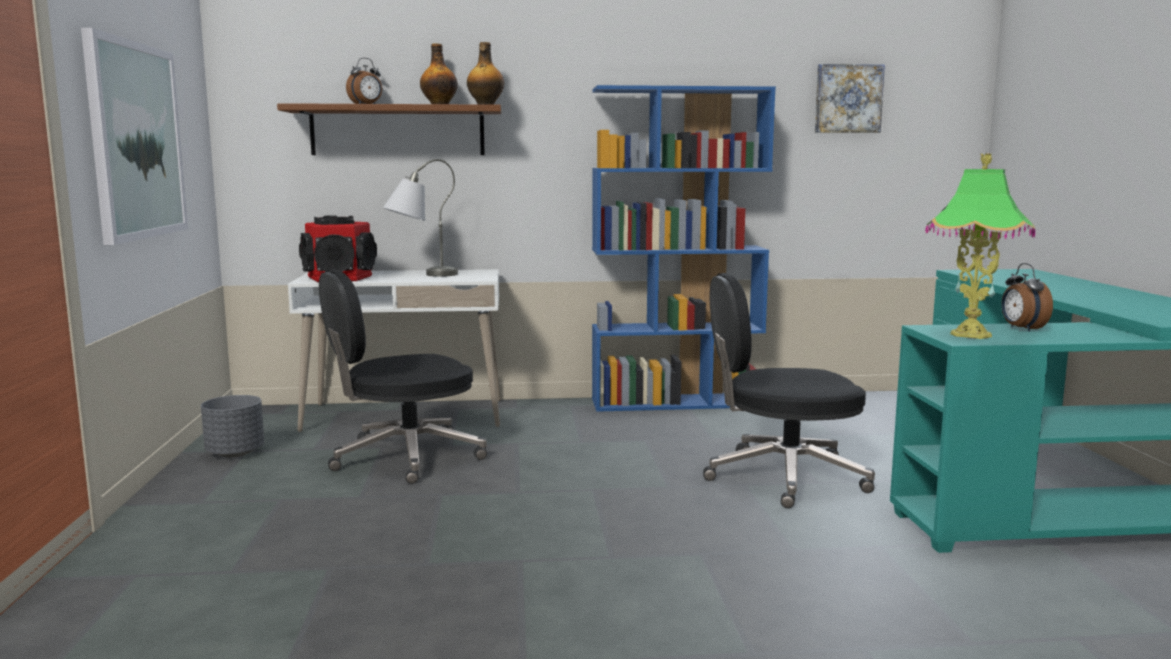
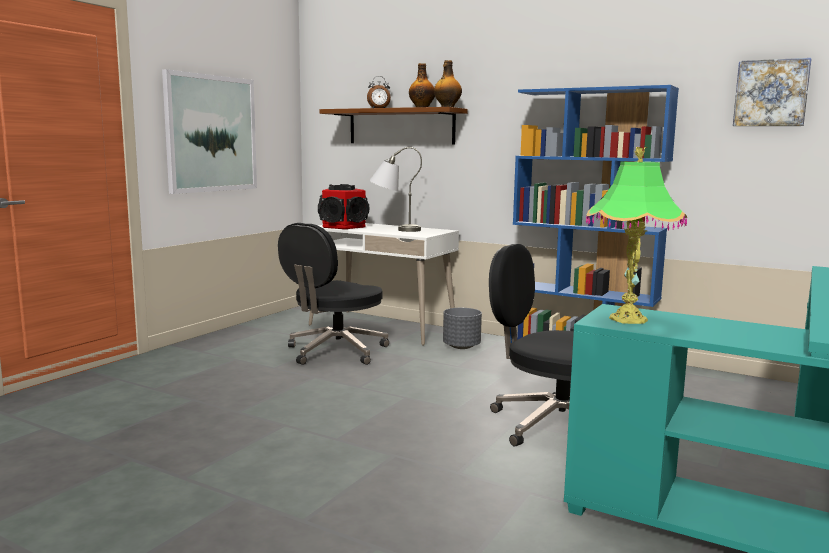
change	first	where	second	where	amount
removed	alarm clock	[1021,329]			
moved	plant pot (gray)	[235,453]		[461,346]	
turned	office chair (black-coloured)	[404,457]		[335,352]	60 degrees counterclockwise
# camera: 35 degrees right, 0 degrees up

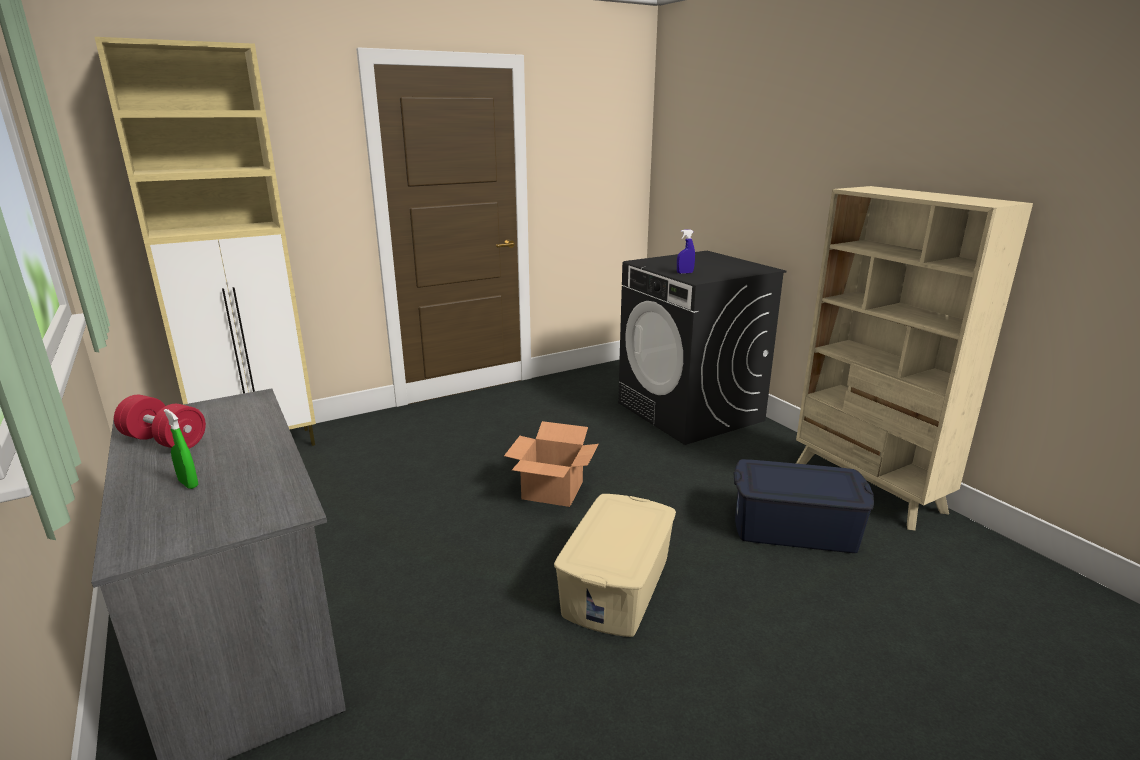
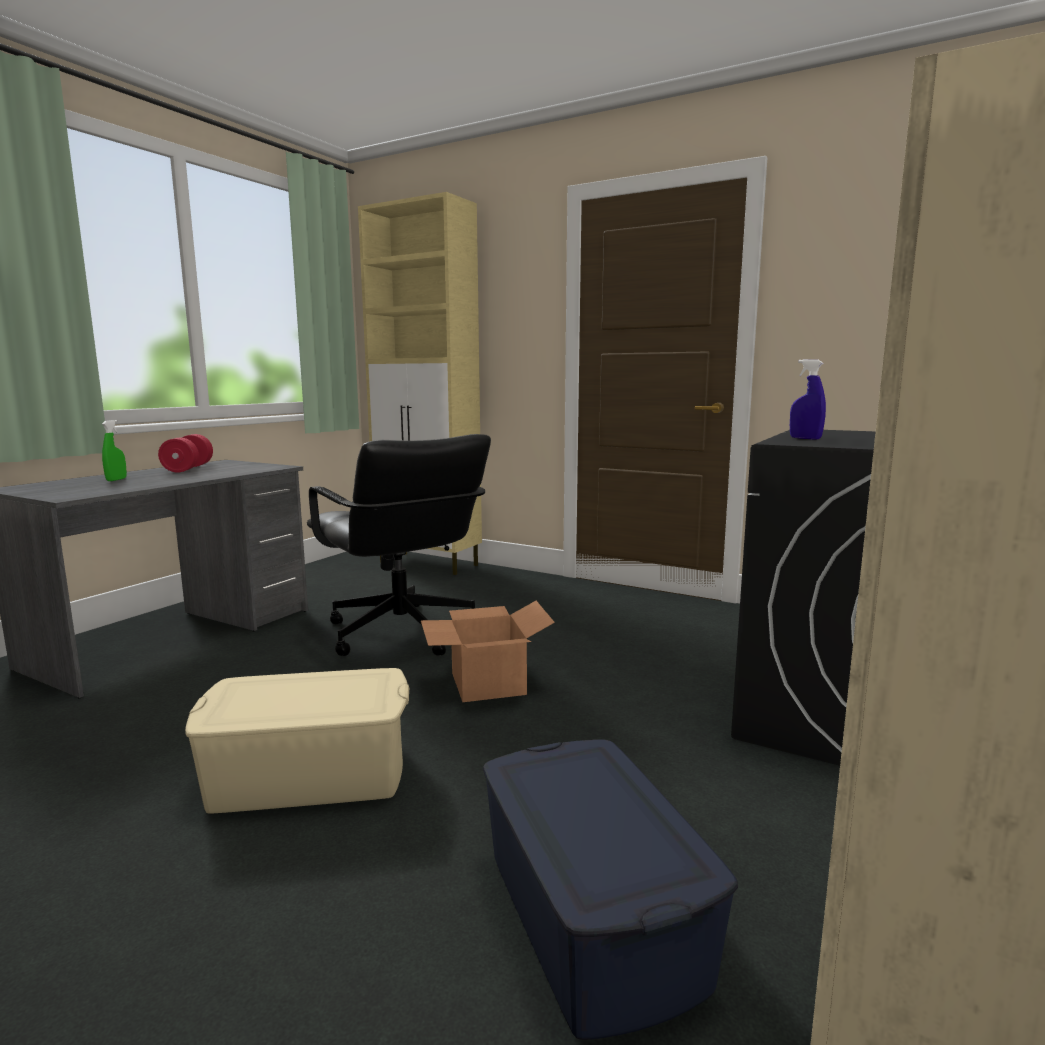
change	first	where	second	where	amount
added			office chair (black-coloured)	[401,633]	
# camera: 60 degrees right, 10 degrees down

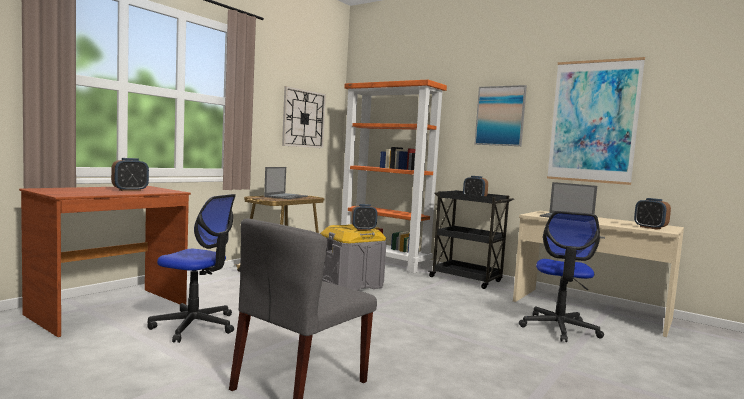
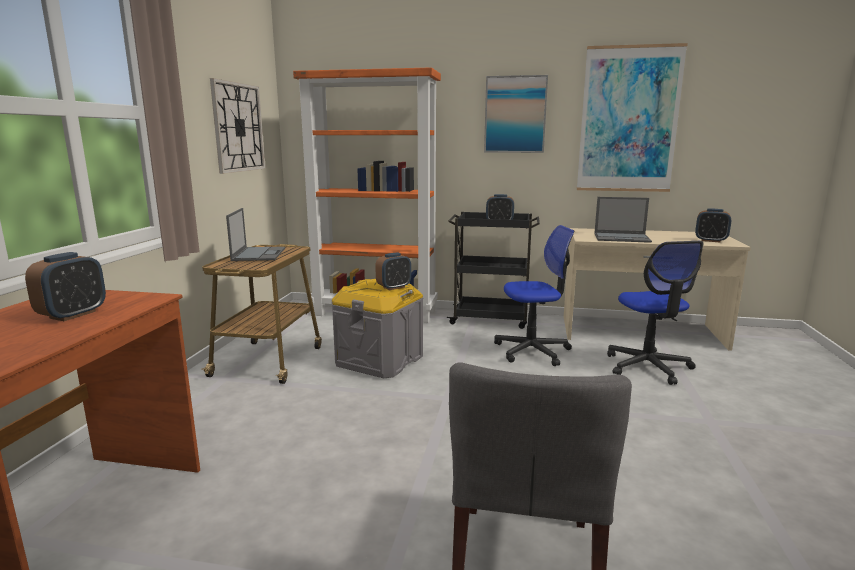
change	first	where	second	where	amount
moved	office chair	[195,326]		[532,351]	
# camera: 25 degrees left, 10 degrees up

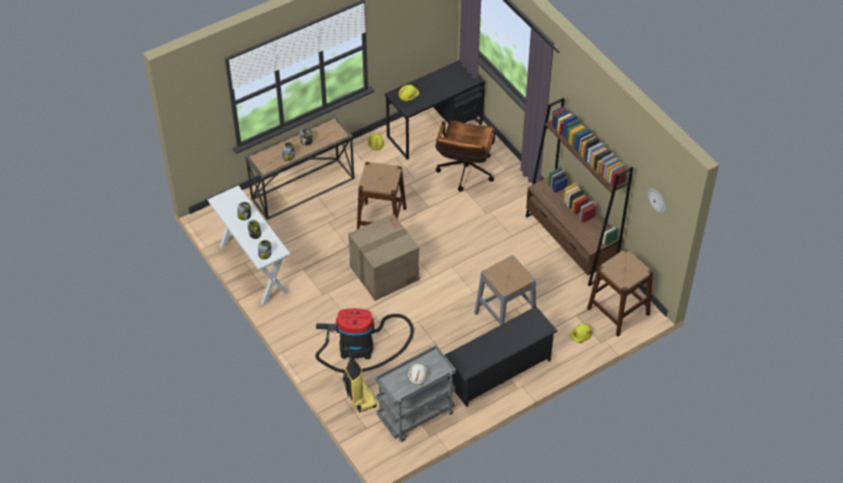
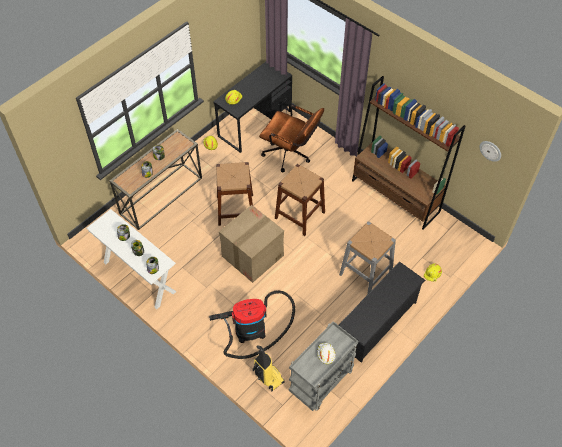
change	first	where	second	where	amount
moved	sitting stool (brownish)	[618,311]		[299,215]	
turned	office chair (brownish)	[464,174]		[291,155]	60 degrees counterclockwise
# camera: 15 degrees left, 5 degrees up

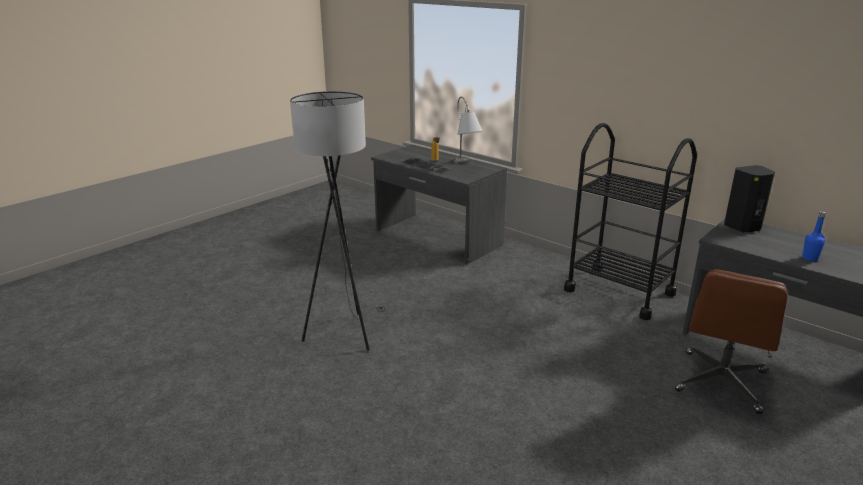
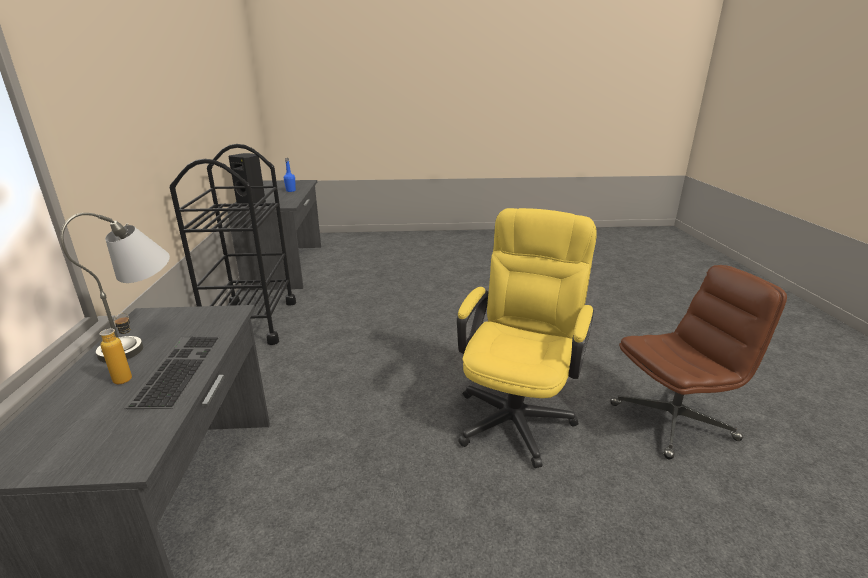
change	first	where	second	where	amount
moved	office chair (brownish)	[720,382]		[673,421]	
replaced	standard lamp (gray)	[344,331]	office chair (yellow-coloured)	[517,413]	
# camera: 135 degrees left, 0 degrees up

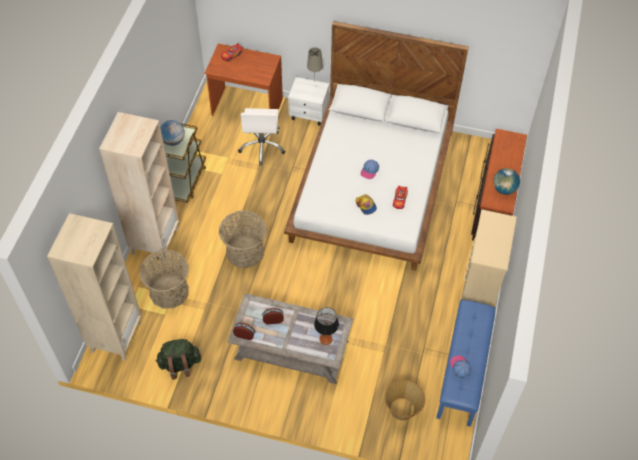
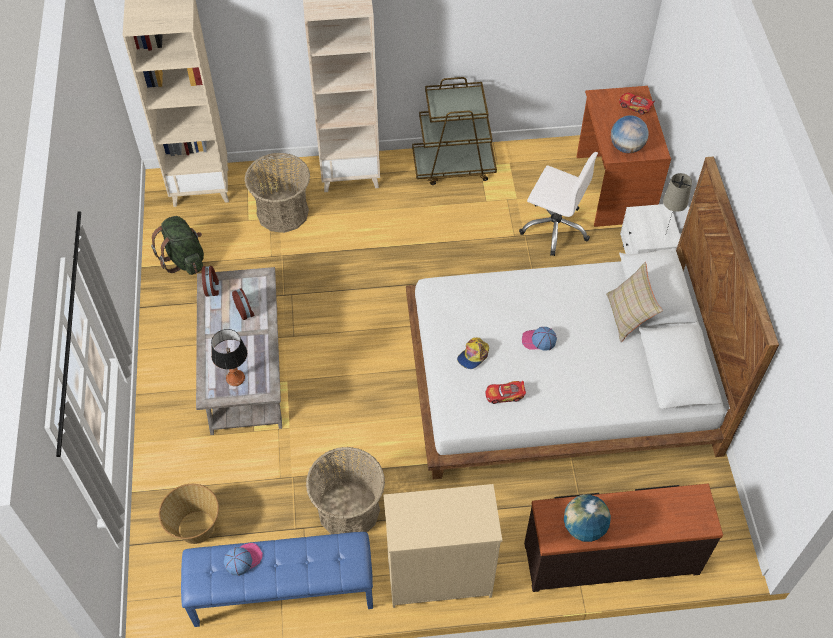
change	first	where	second	where	amount
added			throw pillow (beige-coloured)	[628,316]	
moved	world globe	[173,141]		[626,147]	
moved	storage basket	[245,252]		[348,510]	
turned	office chair (white-coloured)	[262,147]		[555,228]	135 degrees counterclockwise
# camera: 70 degrees right, 0 degrees up

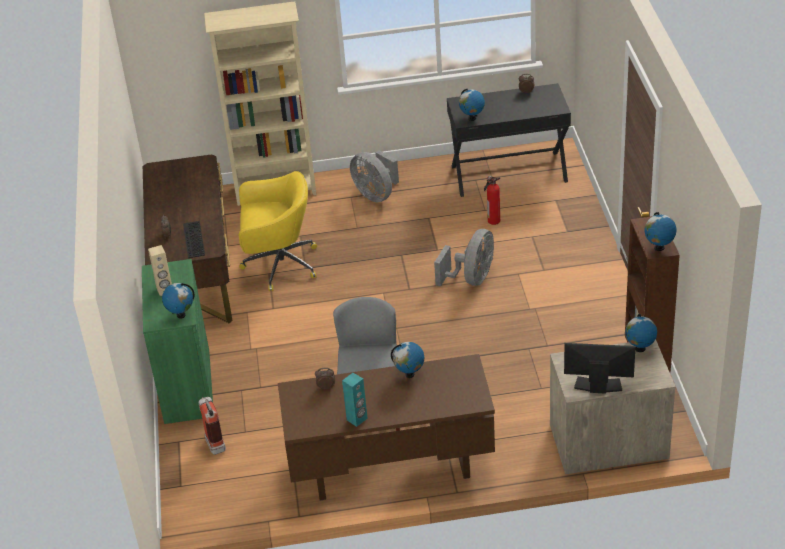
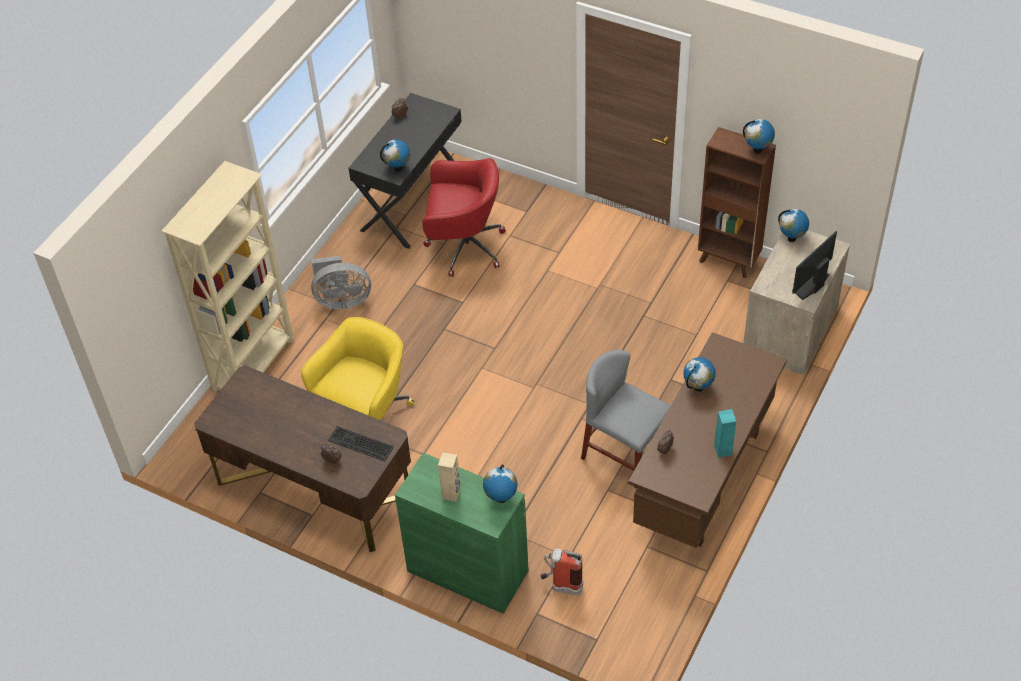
change	first	where	second	where	amount
removed	fan (gray)	[471,278]			
replaced	fire-fighting cylinder	[493,221]	office chair (reddish)	[464,247]	
# camera: 55 degrees left, 10 degrees up

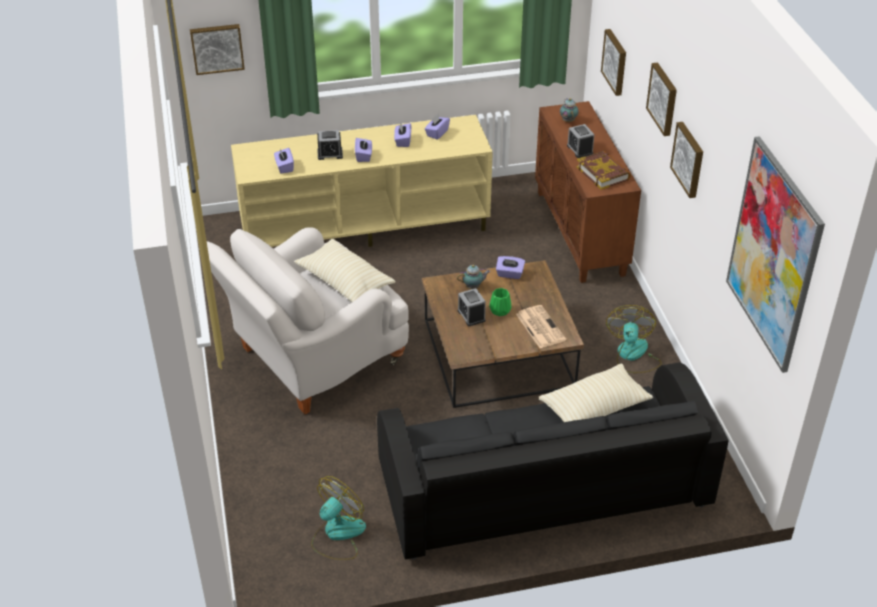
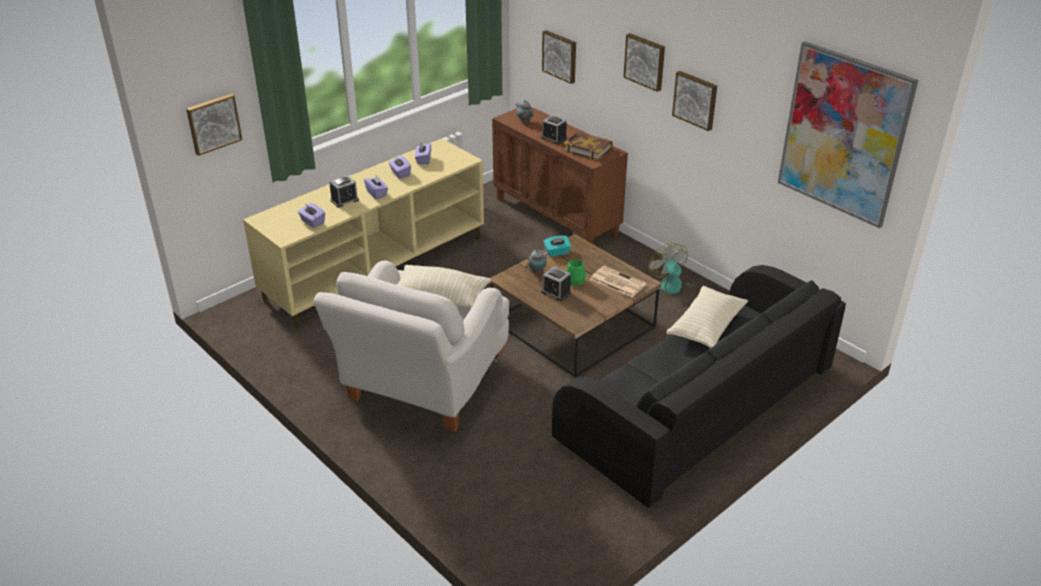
change	first	where	second	where	amount
removed	fan	[337,534]			
recoloured	tissue holder (purple-coloured)	[509,274]	tissue holder (turquoise-coloured)	[557,252]	
# camera: 30 degrees left, 5 degrees down

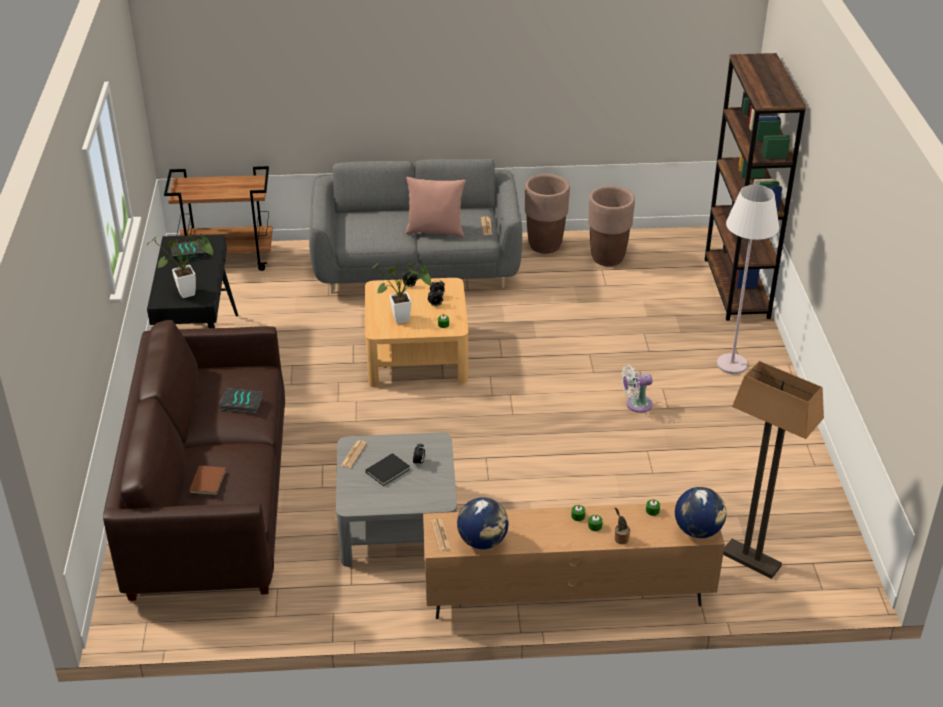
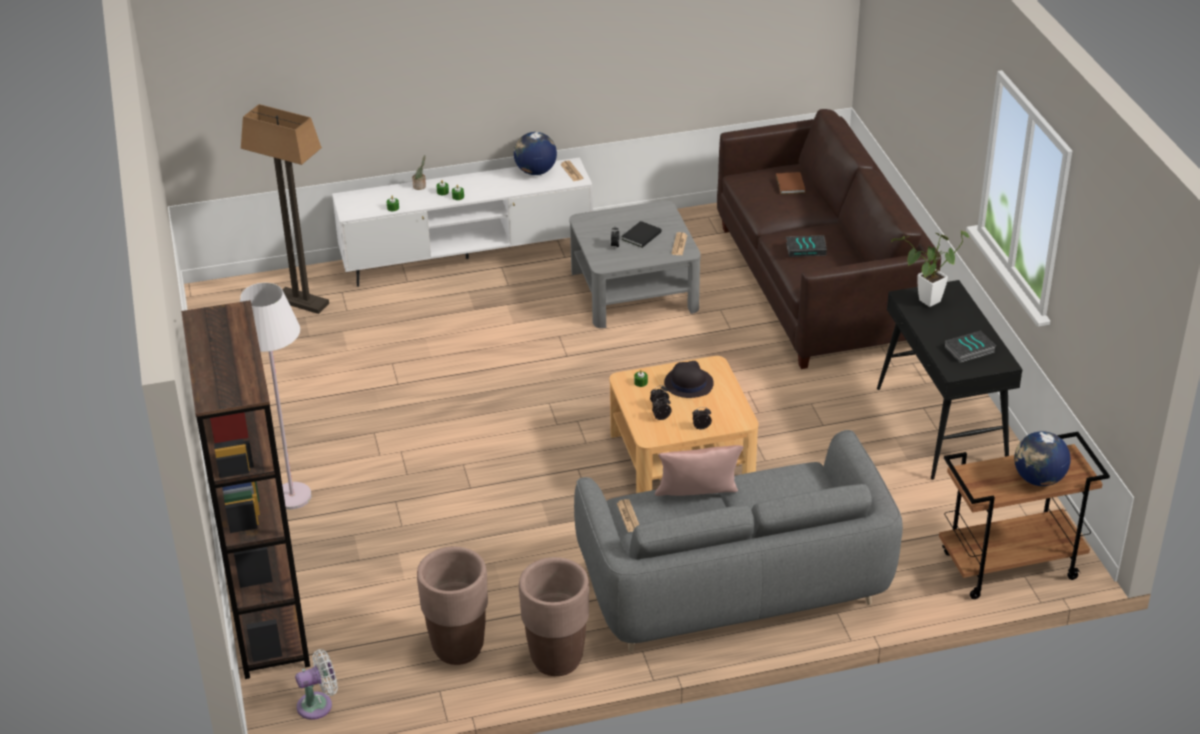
change	first	where	second	where	amount
moved	fan (white-coloured)	[636,404]		[318,704]	
moved	world globe	[698,530]		[1038,479]	
replaced	plant in a pot	[405,319]	hat (black-coloured)	[688,383]	
recoloured	media console (brownish)	[567,594]	media console (white-coloured)	[467,258]	
# camera: 170 degrees right, 0 degrees up

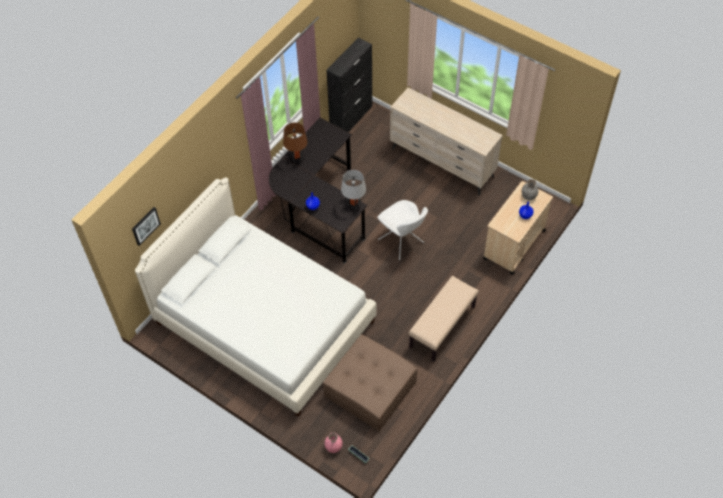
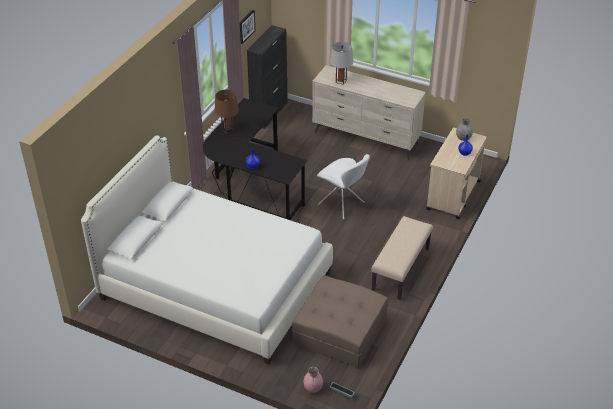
change	first	where	second	where	amount
moved	picture	[145,225]		[246,26]	
moved	tabletop lamp (gray)	[354,204]		[341,81]	
# camera: 10 degrees left, 15 degrees down

